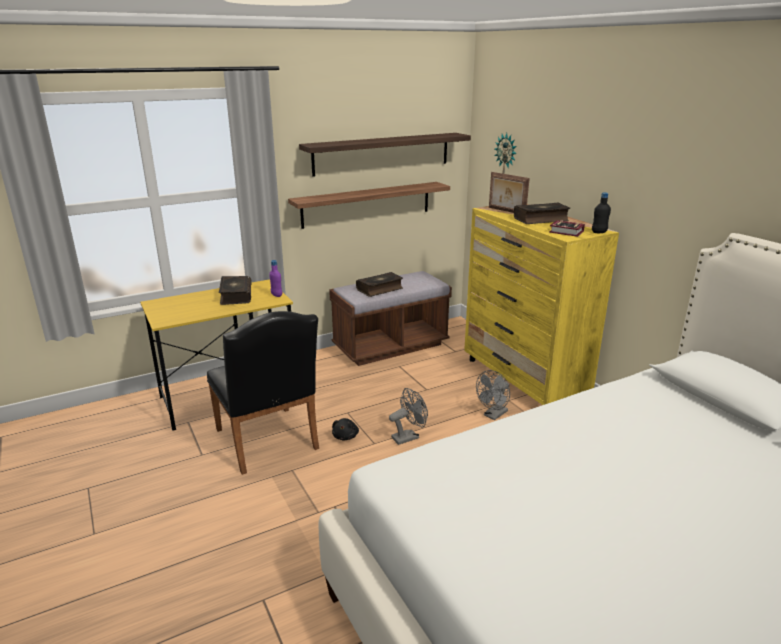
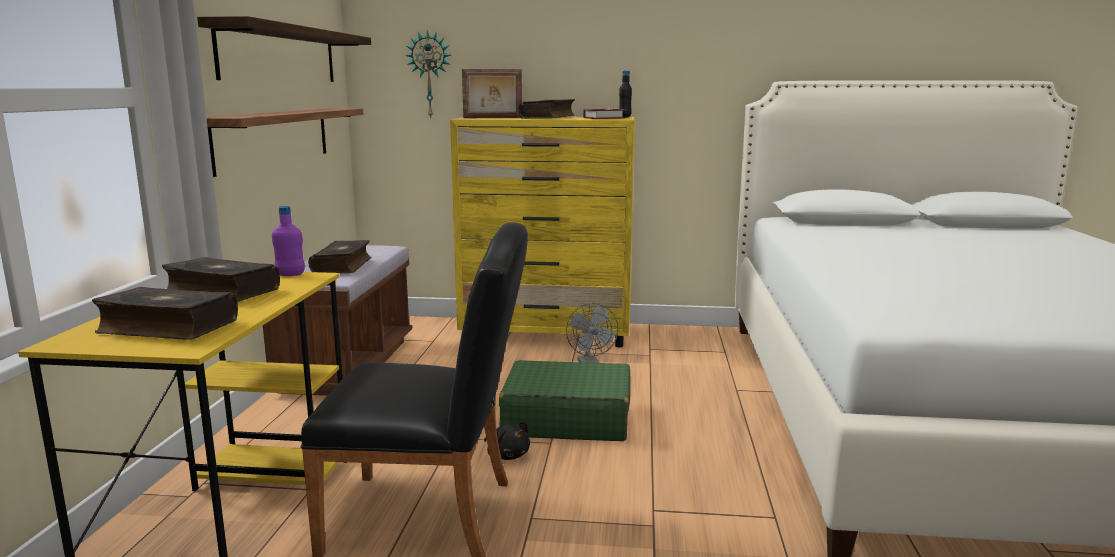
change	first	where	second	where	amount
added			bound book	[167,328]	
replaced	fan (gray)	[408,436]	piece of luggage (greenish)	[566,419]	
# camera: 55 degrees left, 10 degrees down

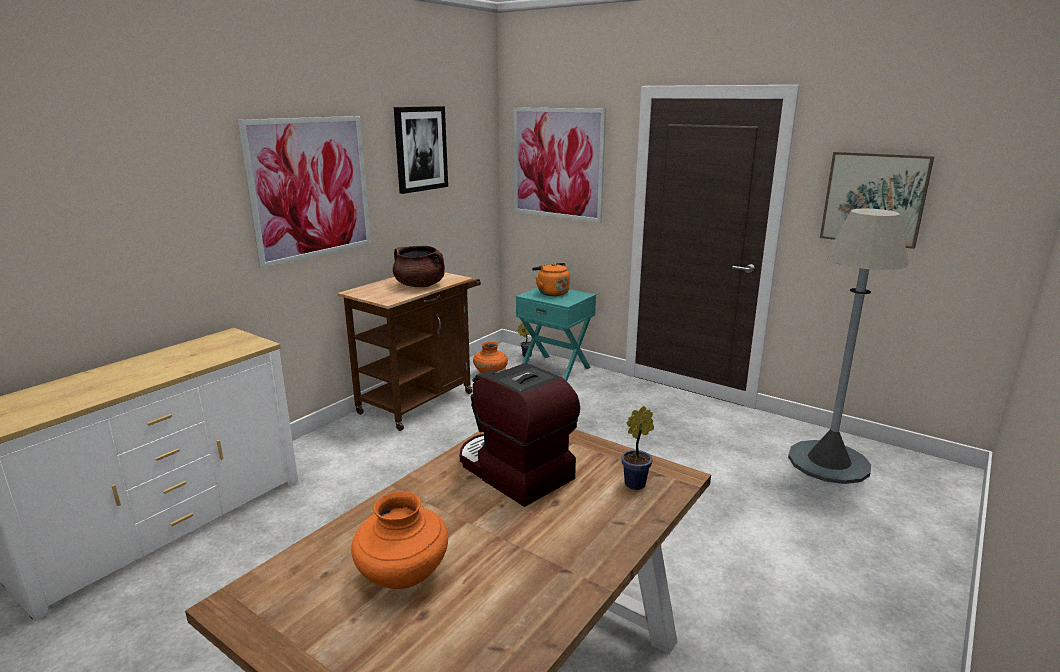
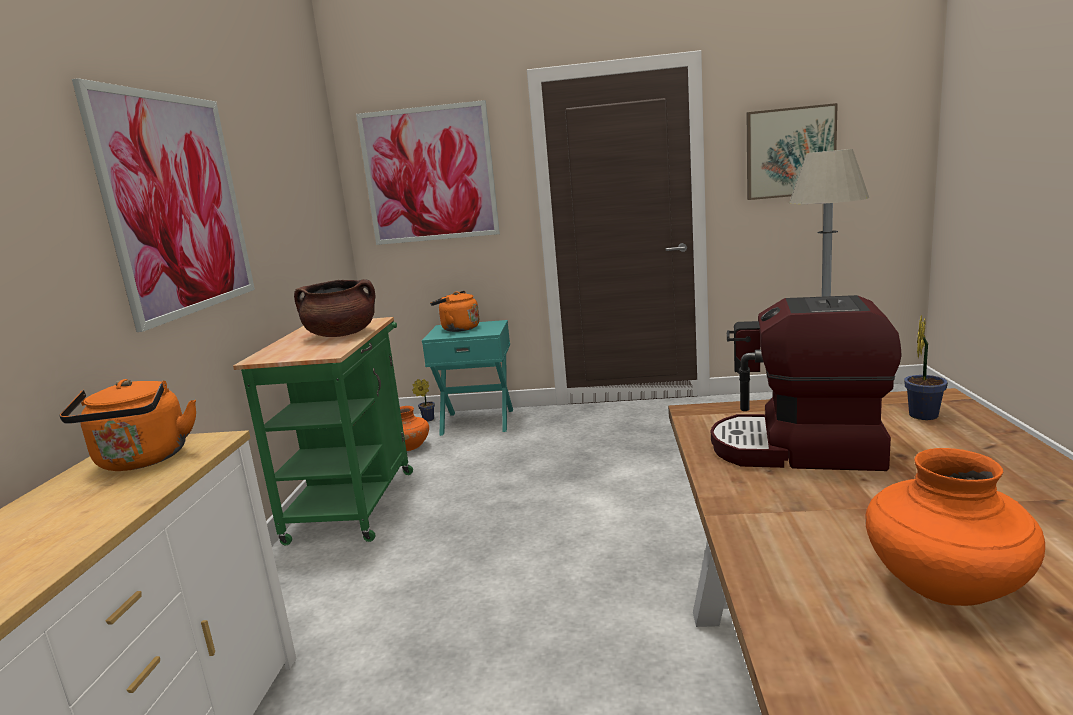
change	first	where	second	where	amount
removed	picture	[420,149]			
added			tea kettle (orangey)	[142,461]	
recoloured	wheeled cart (brownish)	[421,400]	wheeled cart (greenish)	[355,500]	
# camera: 30 degrees left, 5 degrees down

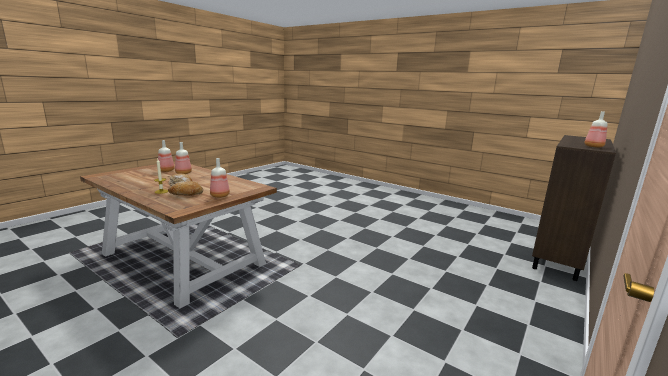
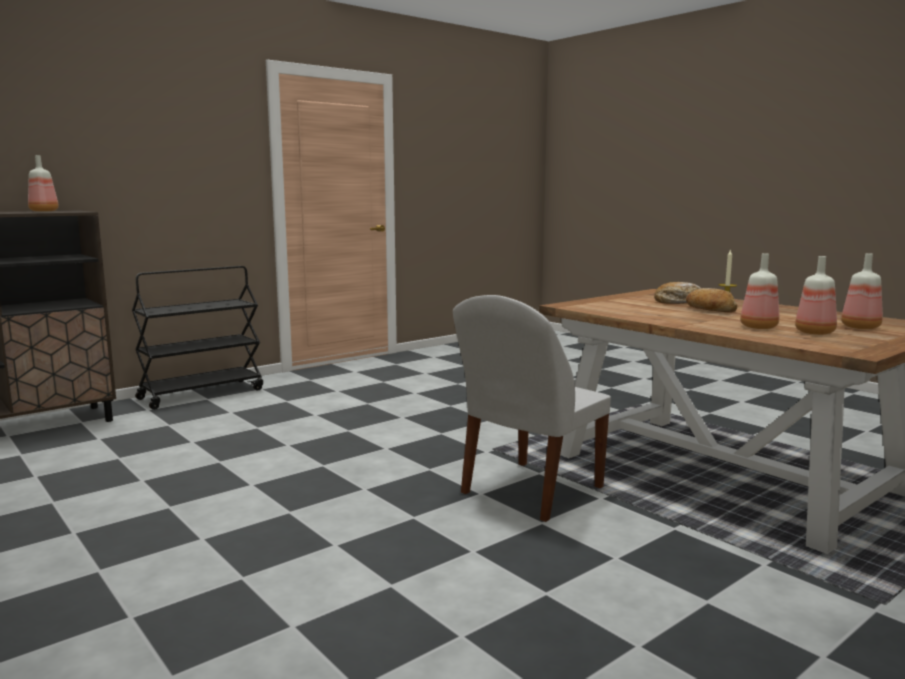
change	first	where	second	where	amount
added			wheeled cart (black-coloured)	[202,394]	
added			upright chair (white-coloured)	[529,491]	
moved	drink bottle	[219,195]		[862,327]	
# camera: 165 degrees left, 5 degrees down

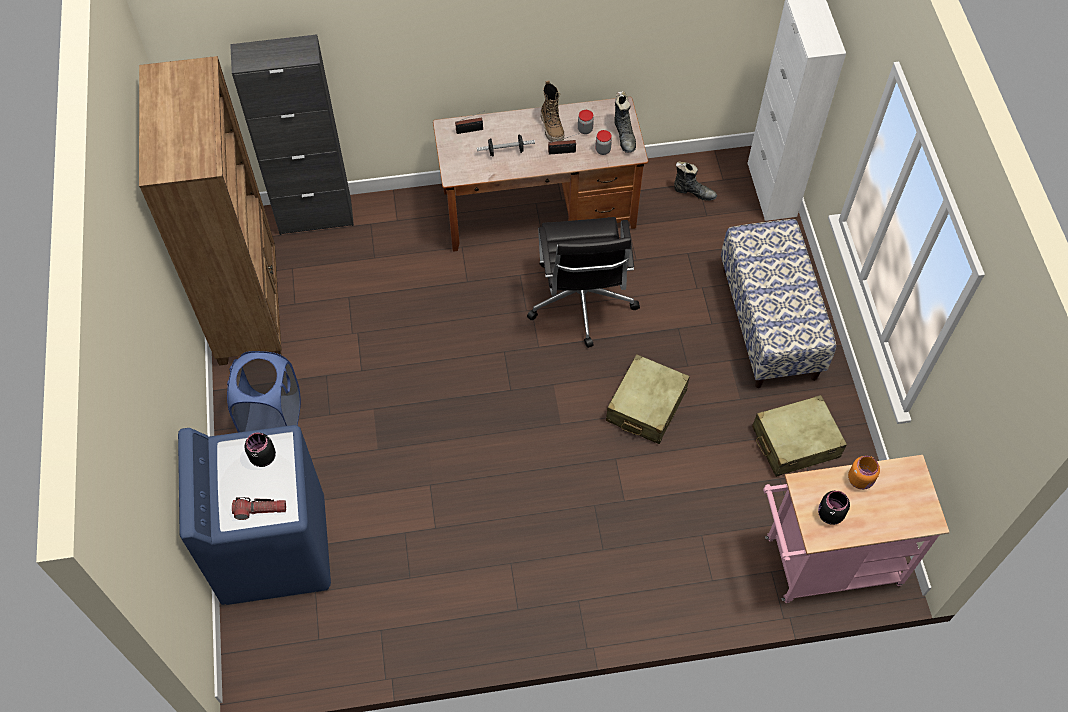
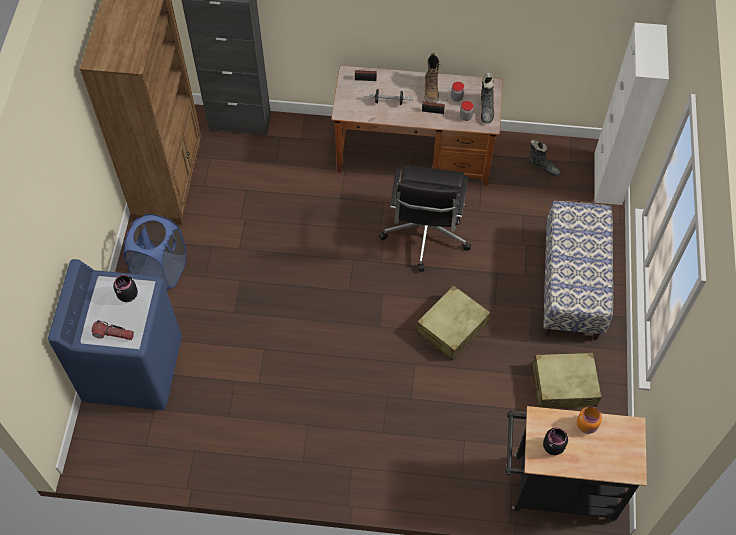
change	first	where	second	where	amount
recoloured	wheeled cart (pinkish)	[824,563]	wheeled cart (black-coloured)	[556,488]	
# camera: 15 degrees right, 0 degrees up

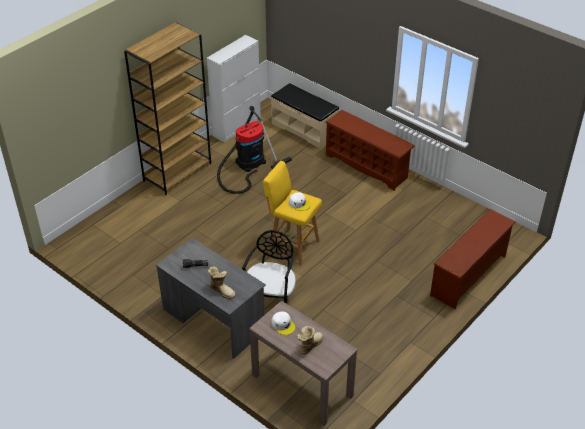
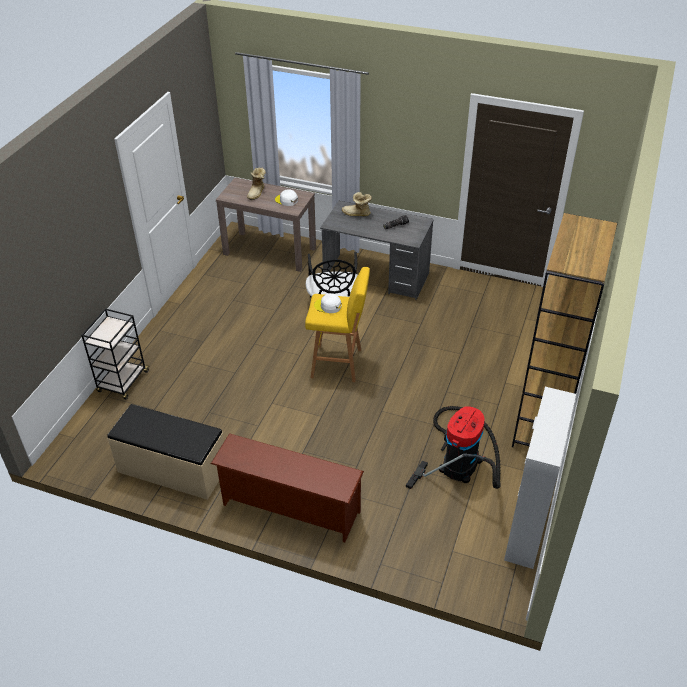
change	first	where	second	where	amount
moved	long seat (beige-coloured)	[304,129]		[172,469]	
replaced	shoe shelf (brownish)	[469,276]	wheeled cart (black-coloured)	[123,382]	
# camera: 160 degrees right, 0 degrees up

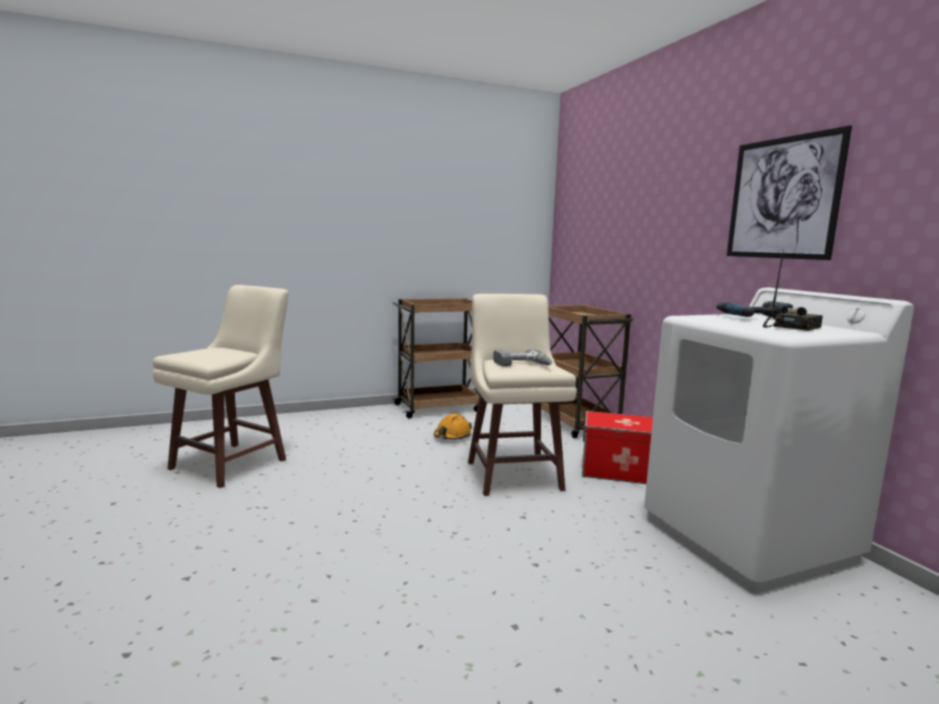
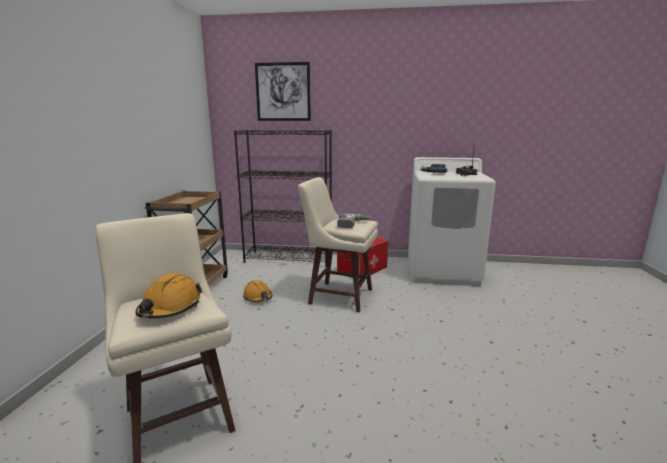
change	first	where	second	where	amount
added			hard hat (orangey)	[170,308]	
moved	picture	[782,198]		[283,92]	
replaced	wheeled cart (brownish)	[576,424]	bookshelf (black-coloured)	[289,259]	
# camera: 60 degrees left, 5 degrees up

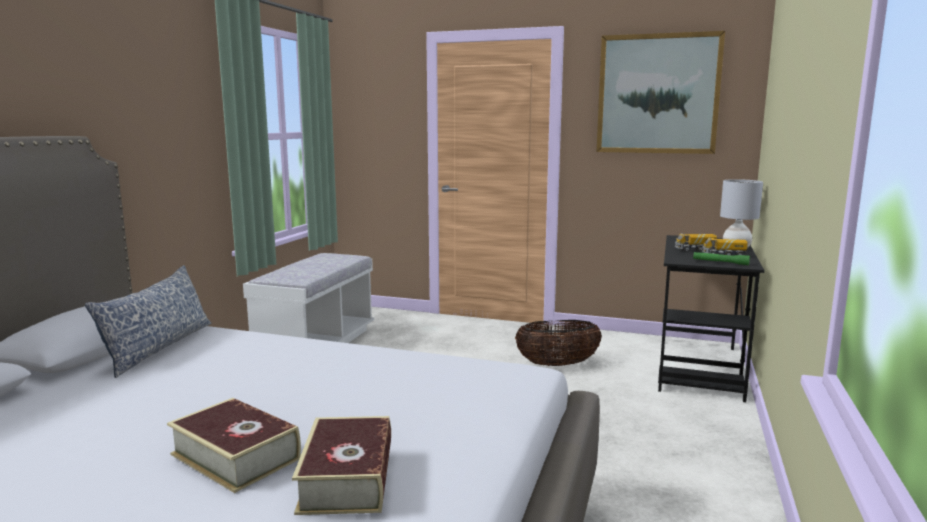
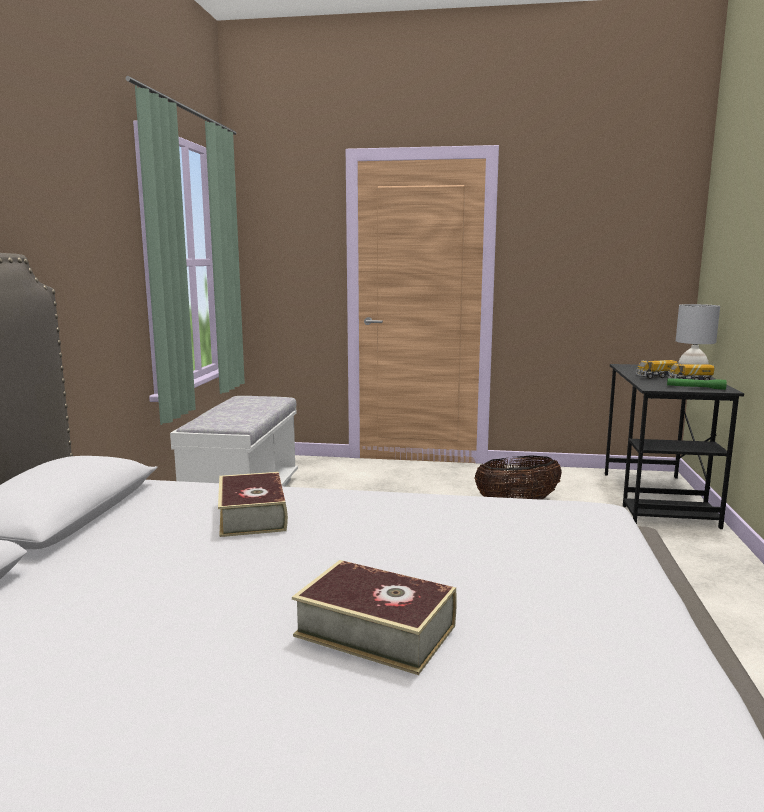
change	first	where	second	where	amount
removed	throw pillow	[159,347]			
removed	picture	[657,94]			
moved	bound book	[347,478]		[252,515]	
# camera: 10 degrees left, 0 degrees up

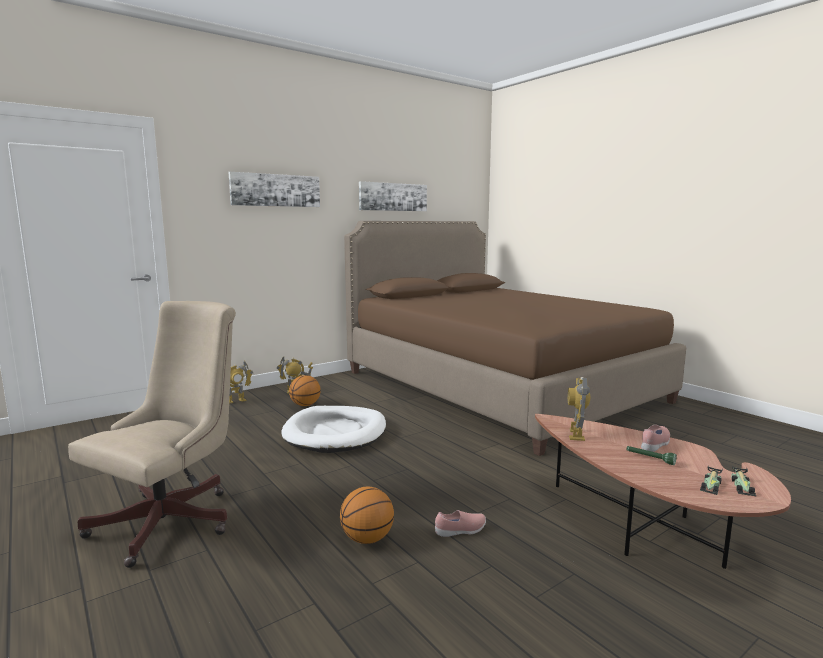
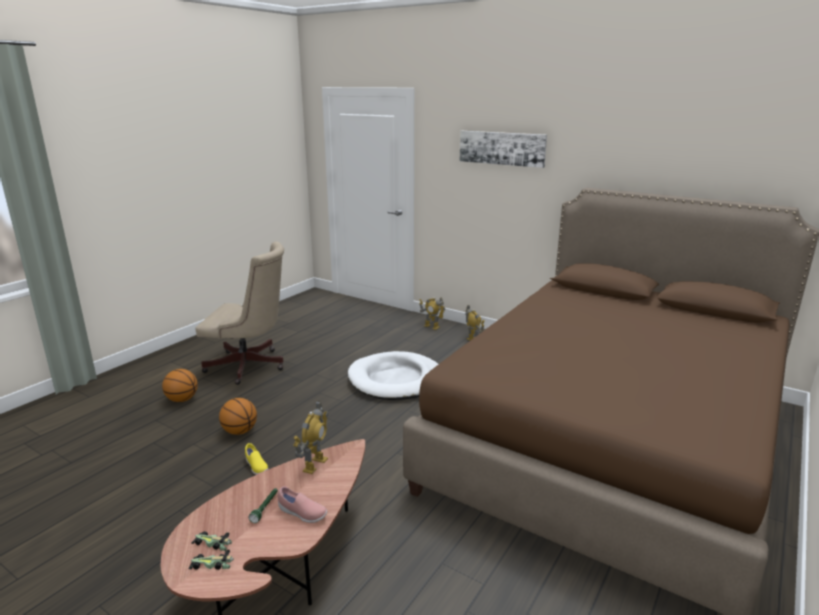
change	first	where	second	where	amount
removed	picture	[393,197]			
moved	basketball ball	[305,405]		[182,399]	
recoloured	shoe (pinkish)	[461,531]	shoe (yellow-coloured)	[256,467]	
turned	robot figure	[576,434]		[314,464]	120 degrees clockwise
# camera: 70 degrees right, 10 degrees up

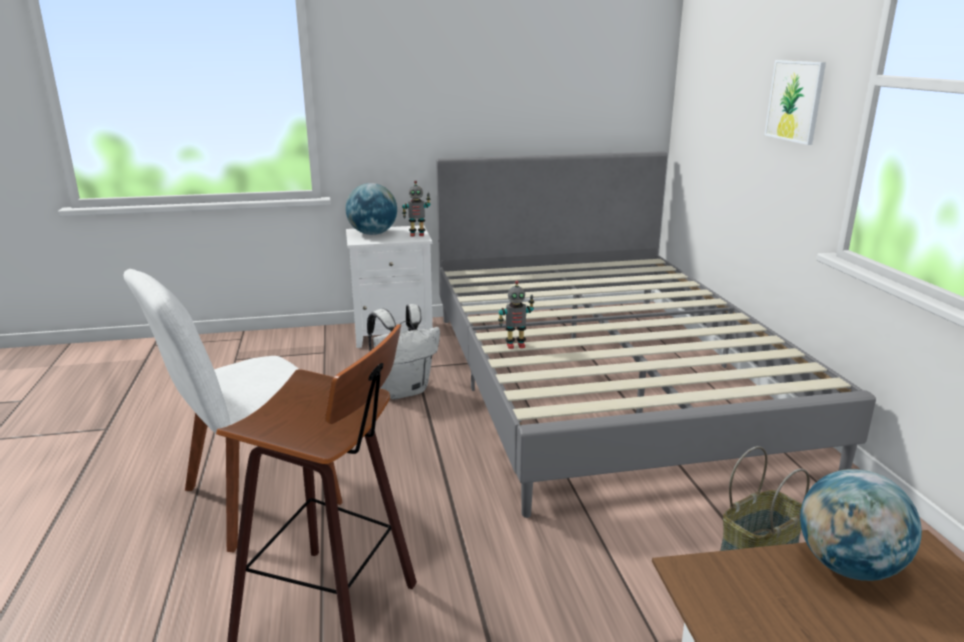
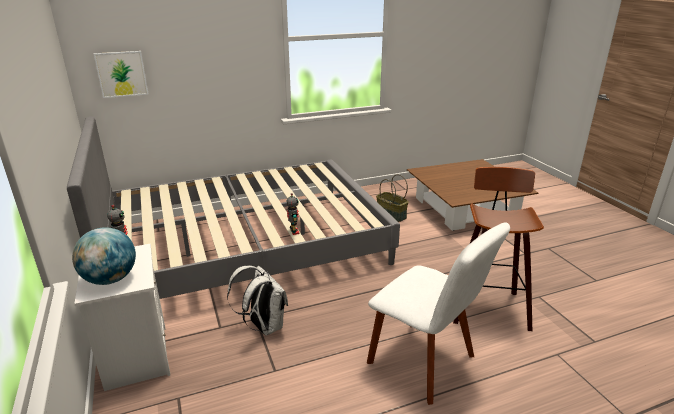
change	first	where	second	where	amount
removed	world globe	[848,566]			
moved	picture	[795,101]		[122,74]	
# camera: 100 degrees left, 5 degrees up

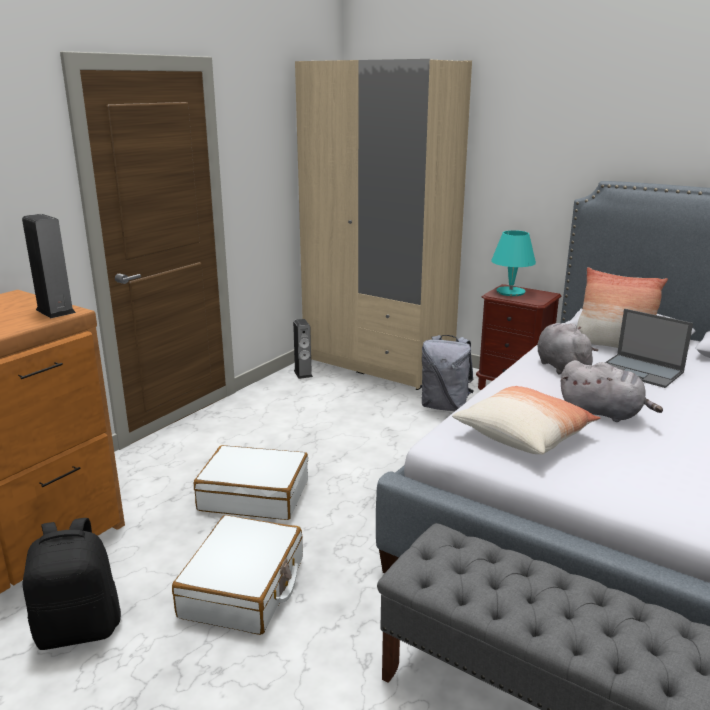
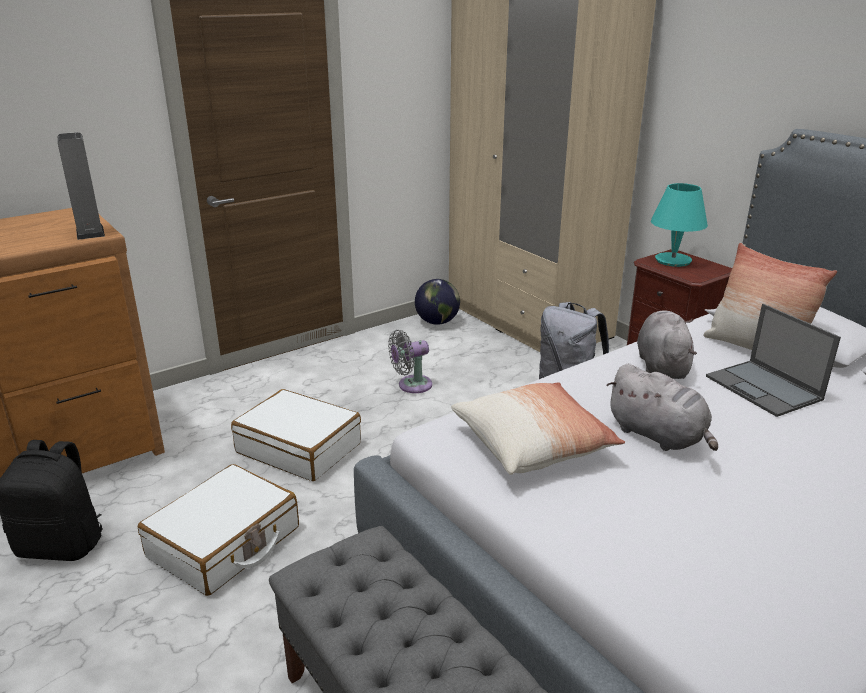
change	first	where	second	where	amount
added			fan (gray)	[411,385]	
replaced	loudspeaker	[303,373]	world globe	[437,322]	
# camera: 20 degrees right, 5 degrees up

